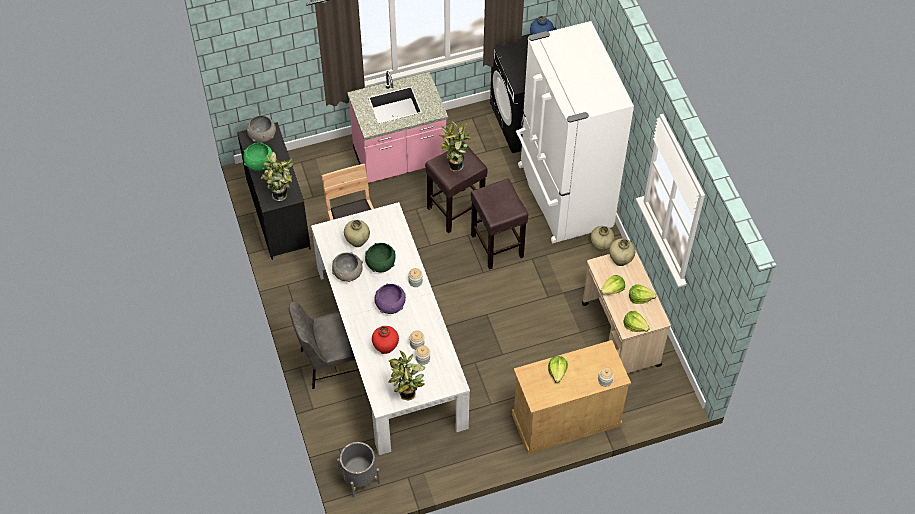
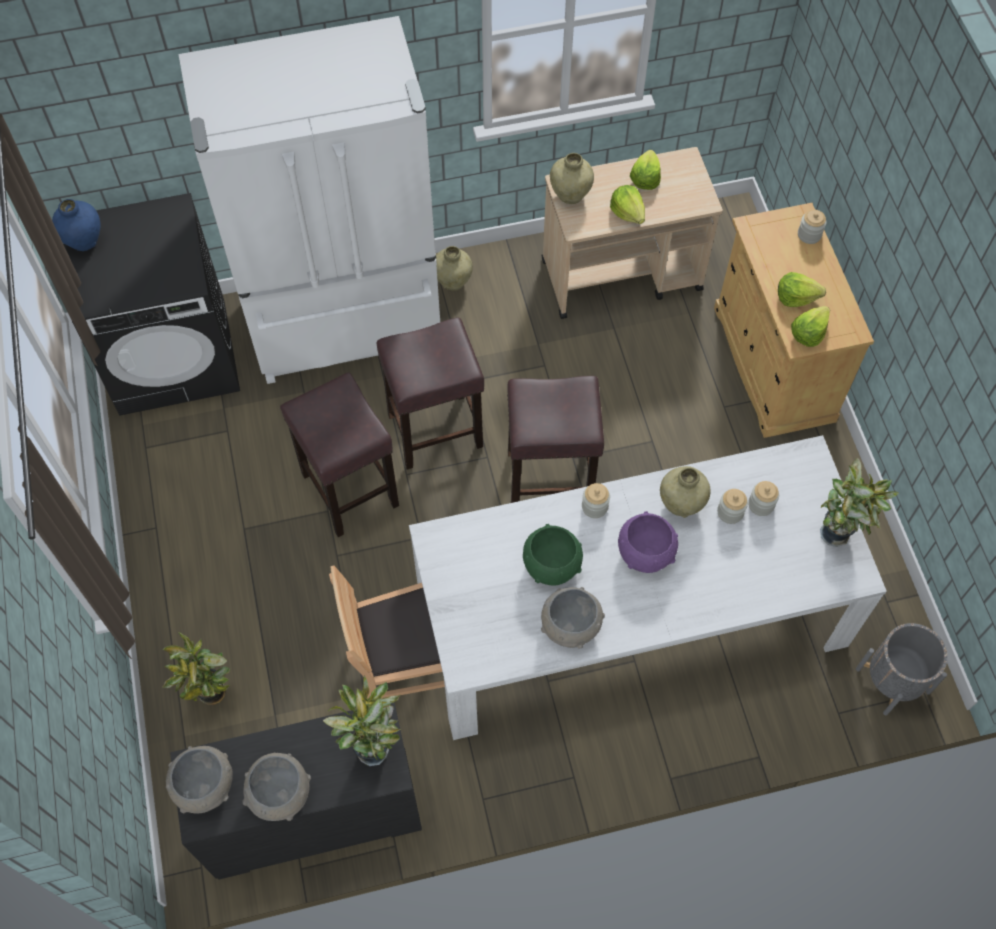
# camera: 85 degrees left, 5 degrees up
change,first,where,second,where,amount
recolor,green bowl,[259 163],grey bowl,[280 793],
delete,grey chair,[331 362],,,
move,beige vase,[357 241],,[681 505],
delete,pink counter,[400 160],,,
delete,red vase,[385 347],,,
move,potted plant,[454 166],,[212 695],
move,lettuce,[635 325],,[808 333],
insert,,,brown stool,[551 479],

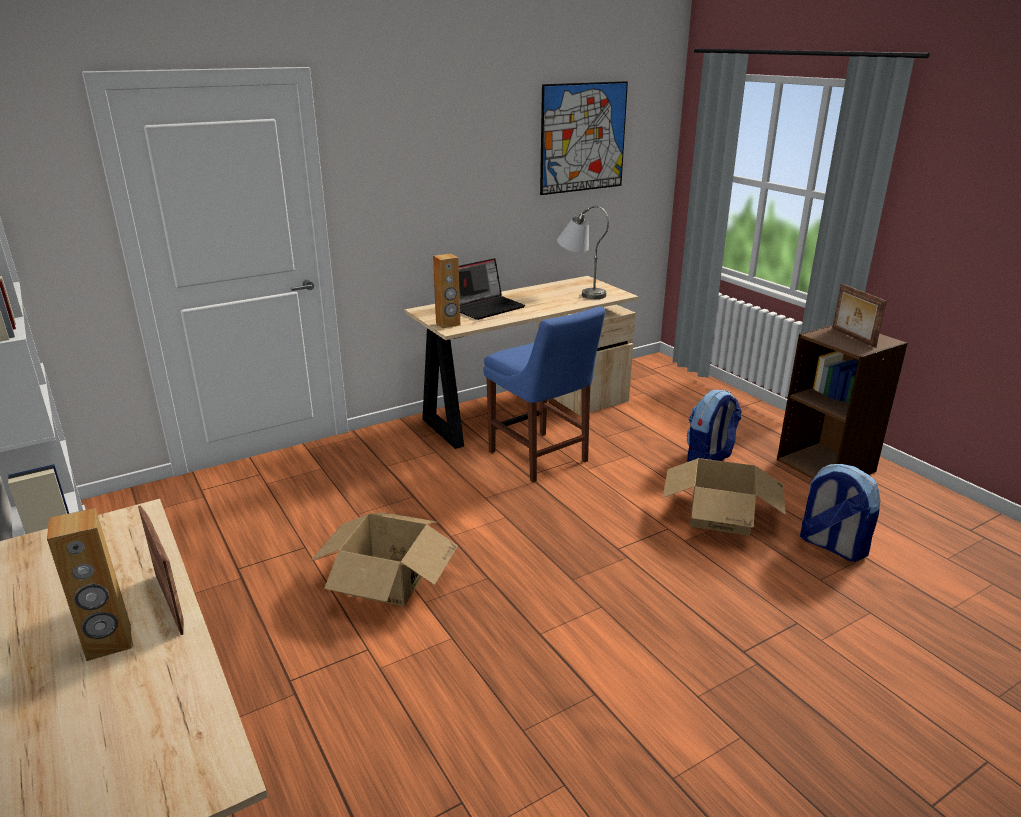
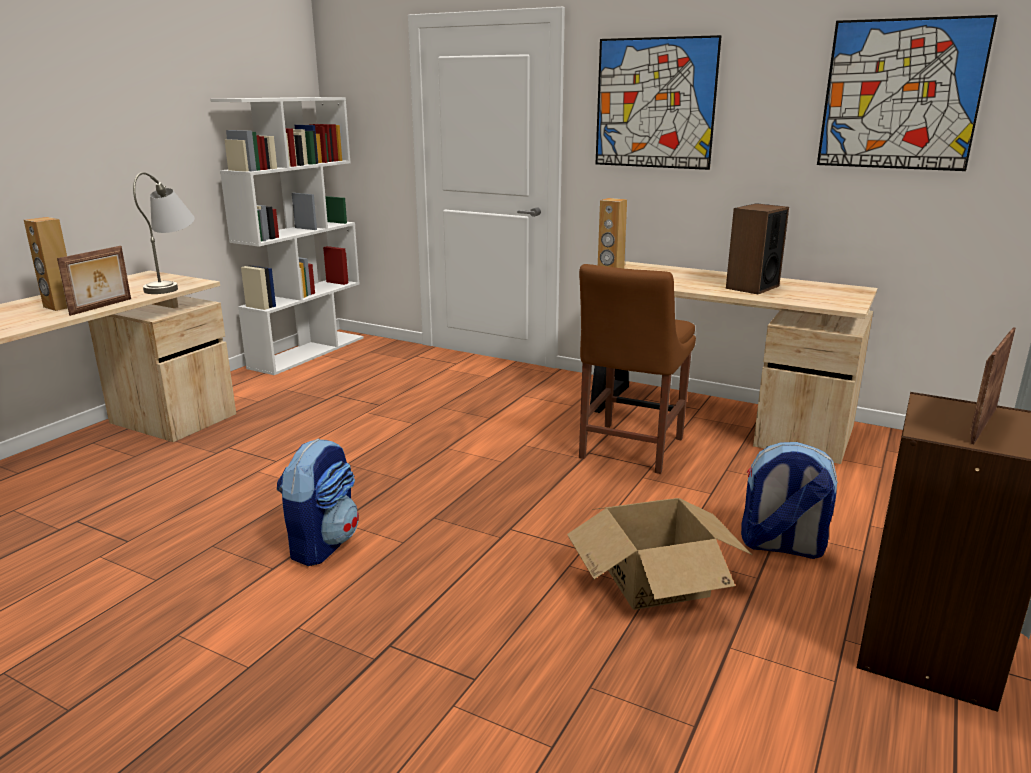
# camera: 60 degrees right, 5 degrees down
change,first,where,second,where,amount
delete,cardboard box,[387 579],,,
delete,laptop,[486 307],,,
recolor,blue chair,[540 458],brown chair,[629 450],
move,grey table lamp,[580 292],,[174 285],
move,backpack,[831 545],,[322 544],
insert,,,picture,[655 103],
insert,,,speaker,[752 287],

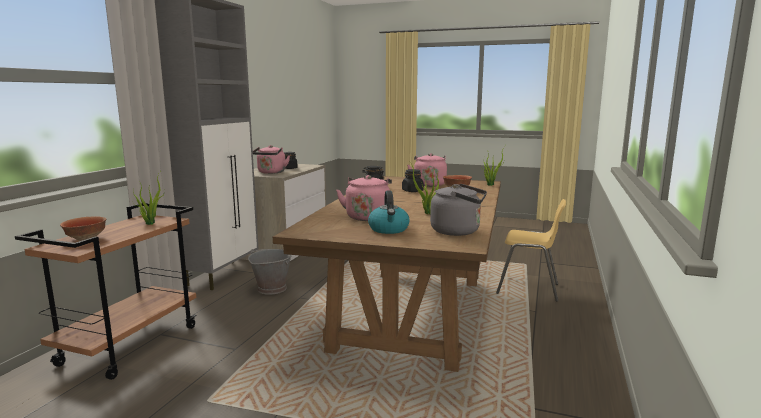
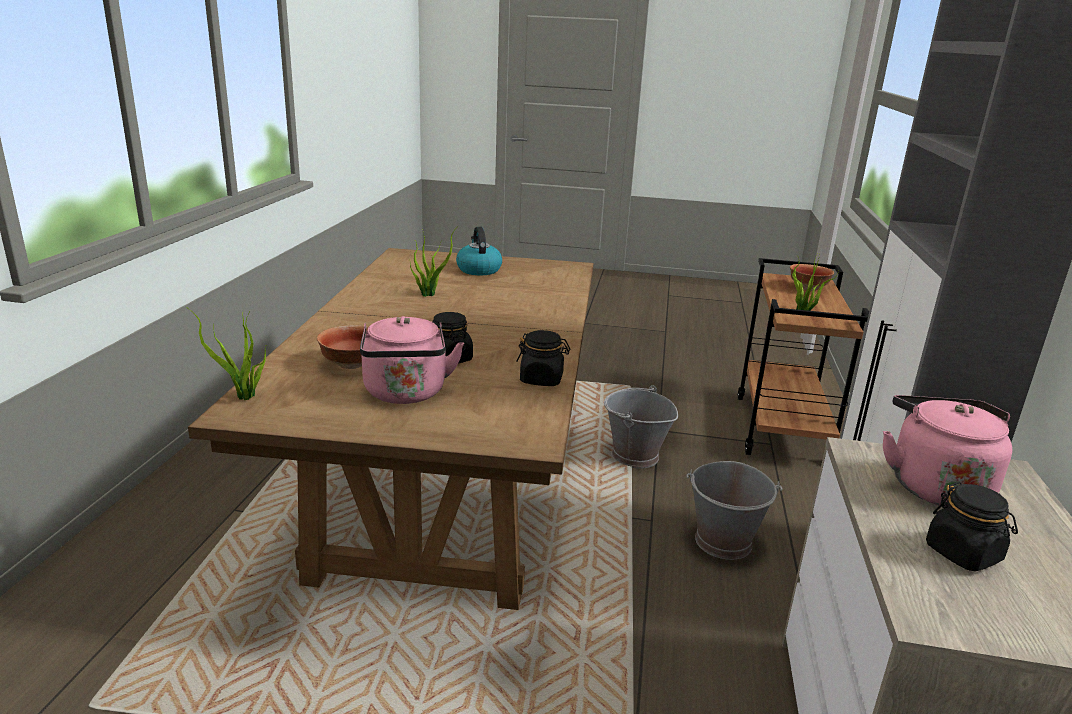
# camera: 170 degrees right, 10 degrees up
change,first,where,second,where,amount
delete,pink kettle,[367 217],,,
delete,grey kettle,[458 231],,,
delete,yellow chair,[528 289],,,
insert,,,grey bucket,[634 456],

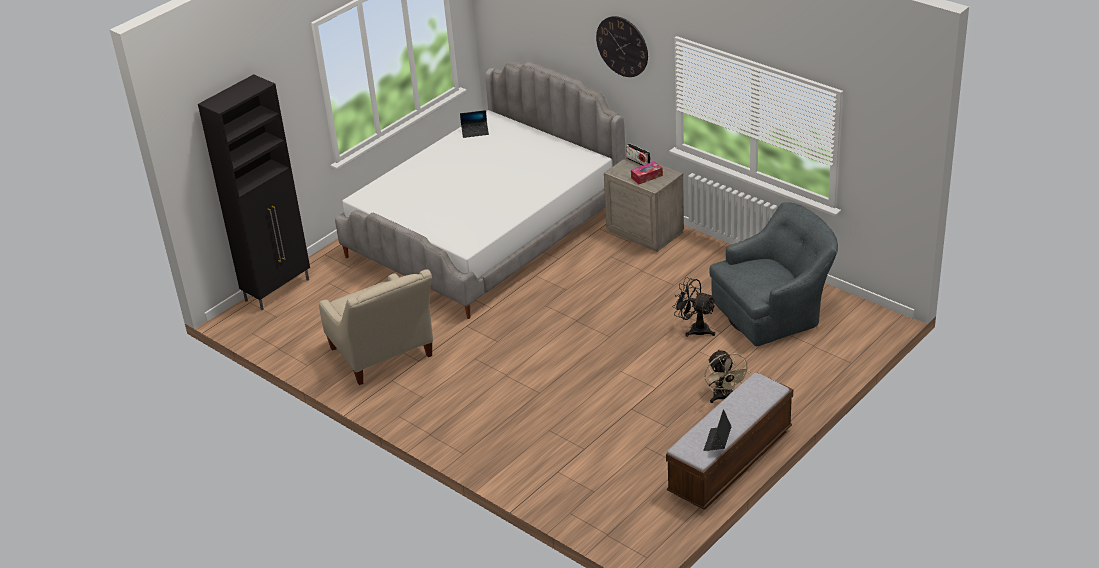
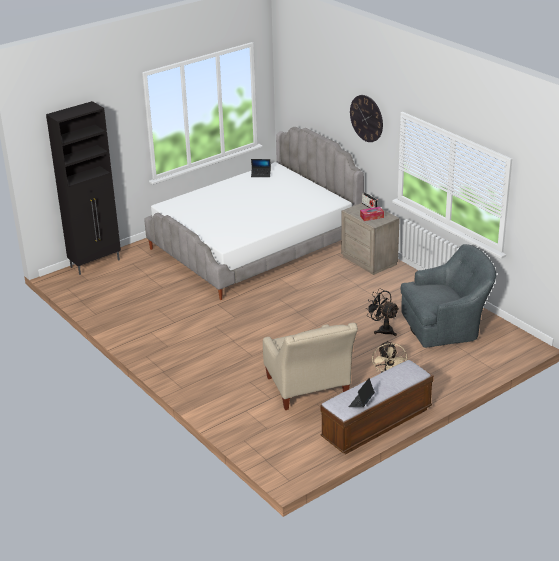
# camera: 10 degrees right, 5 degrees down
change,first,where,second,where,amount
move,beige armchair,[384 356],,[309 390],

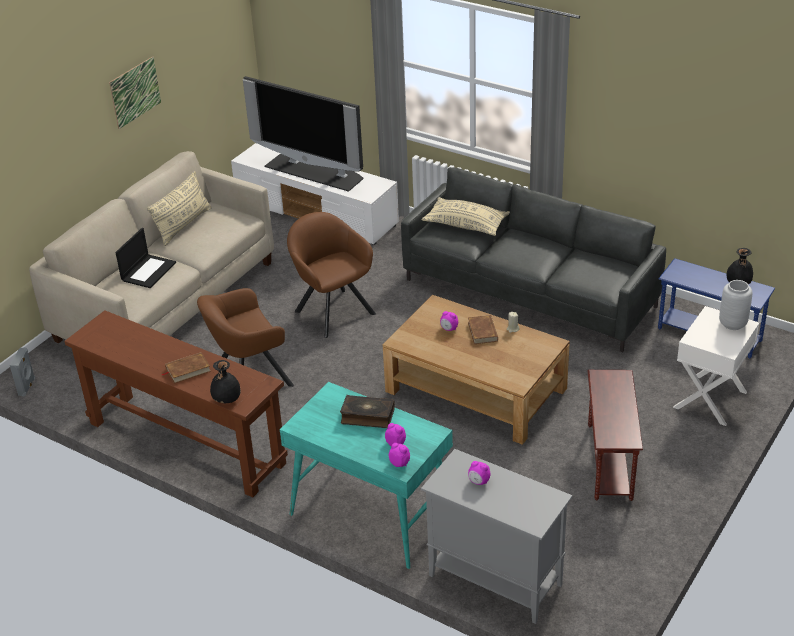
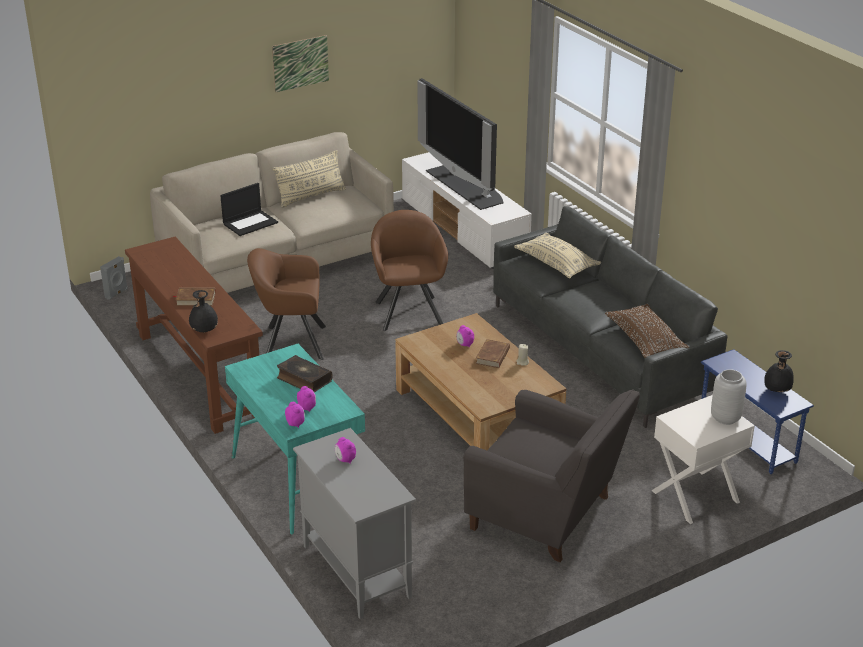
# camera: 25 degrees right, 5 degrees down
change,first,where,second,where,amount
replace,brown side table,[610 462],grey armchair,[548 515],
insert,,,brown pillow,[645 340],

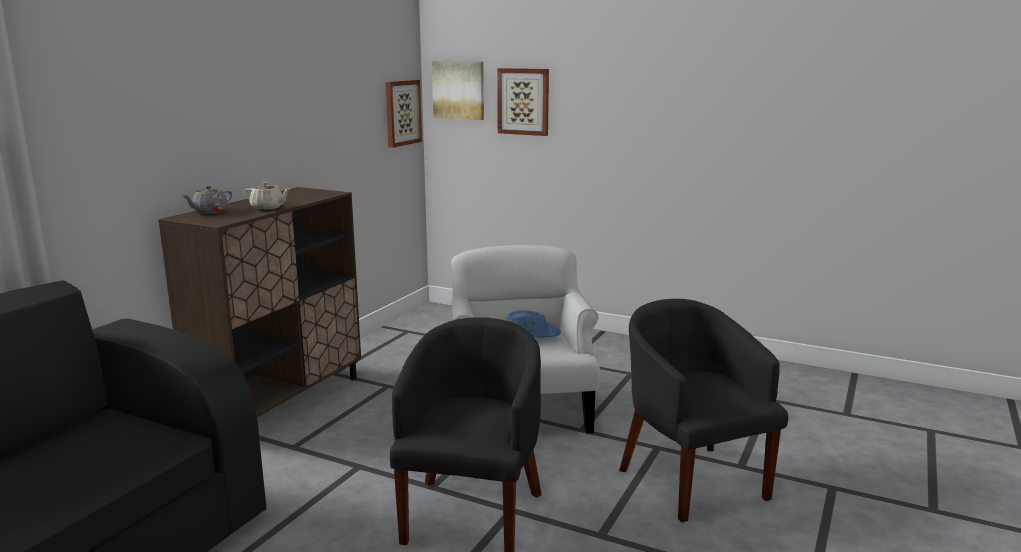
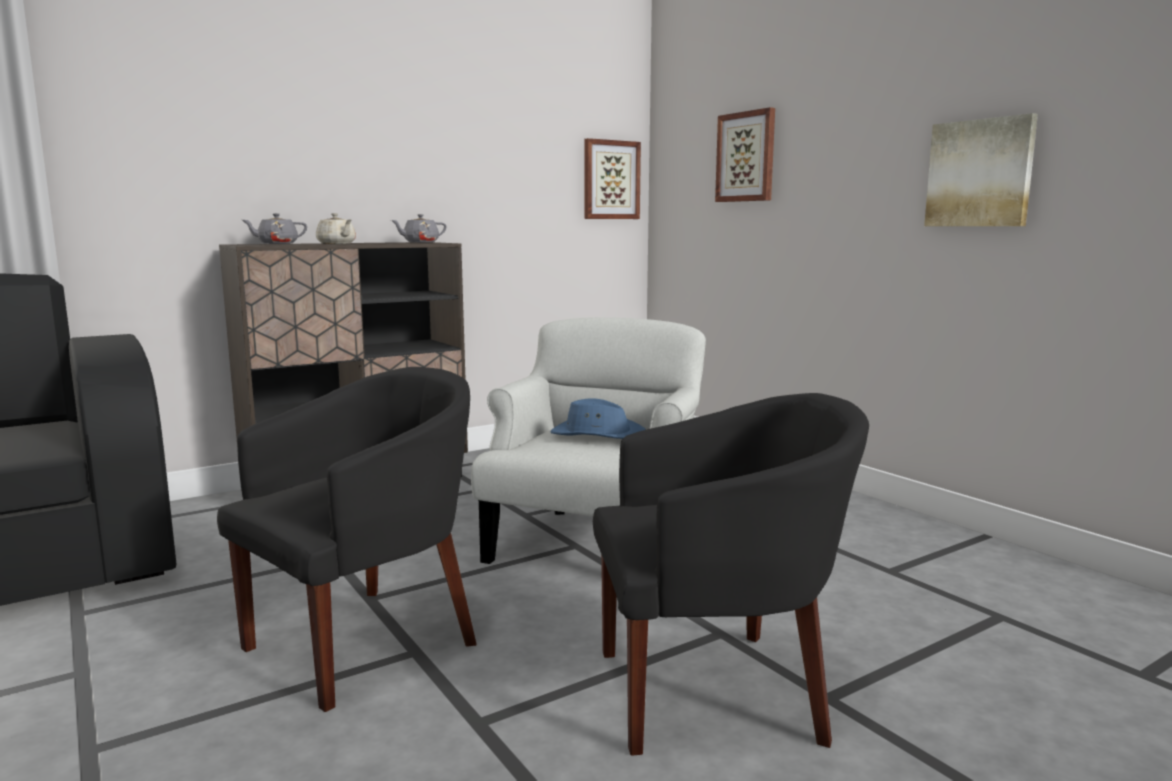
# camera: 30 degrees right, 5 degrees down
change,first,where,second,where,amount
move,picture,[459 90],,[980 173],
rotate,black armchair,[691 479],,[716 691],75 degrees clockwise
insert,,,grey teapot,[420 242],

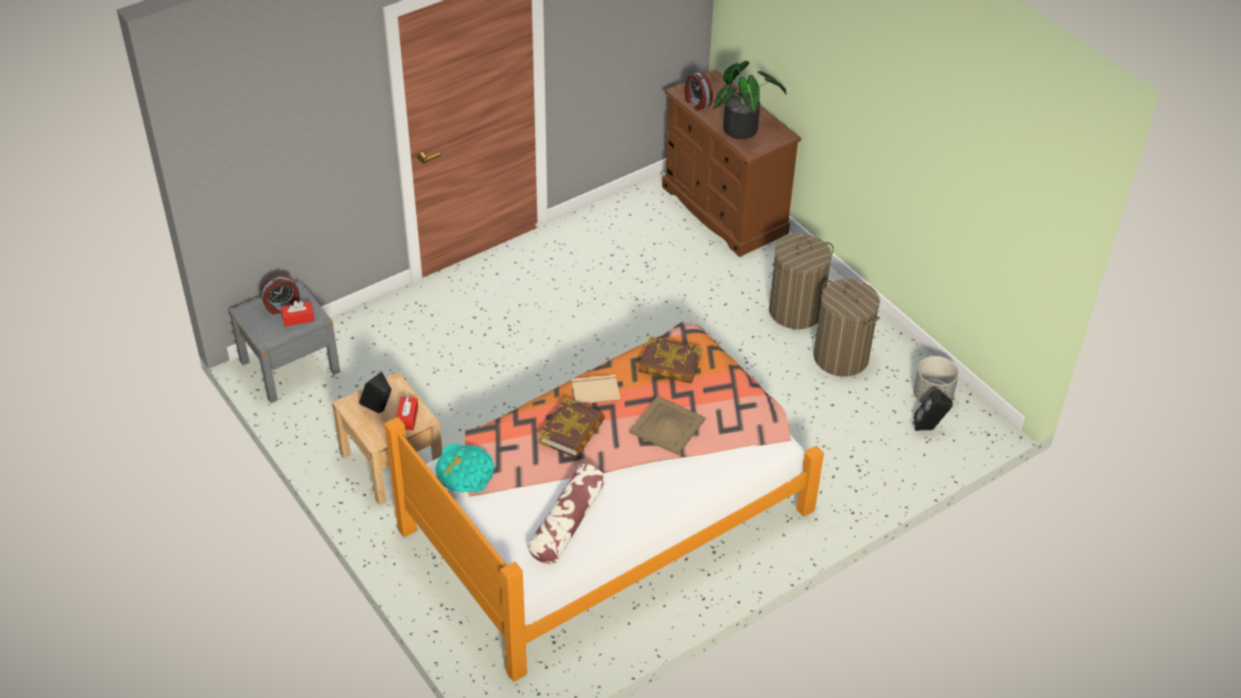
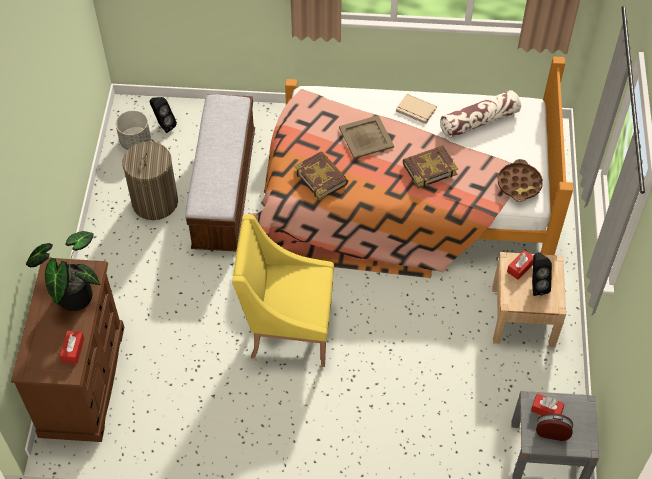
# camera: 140 degrees left, 10 degrees up
change,first,where,second,where,amount
recolor,turquoise tray,[465 473],brown tray,[519 184],
move,beige book,[595 390],,[415 110],
replace,alarm clock,[696 103],red tissue box,[73 350],
delete,laundry basket,[795 311],,,
insert,,,bench,[224 190],
insert,,,yellow armchair,[288 330],

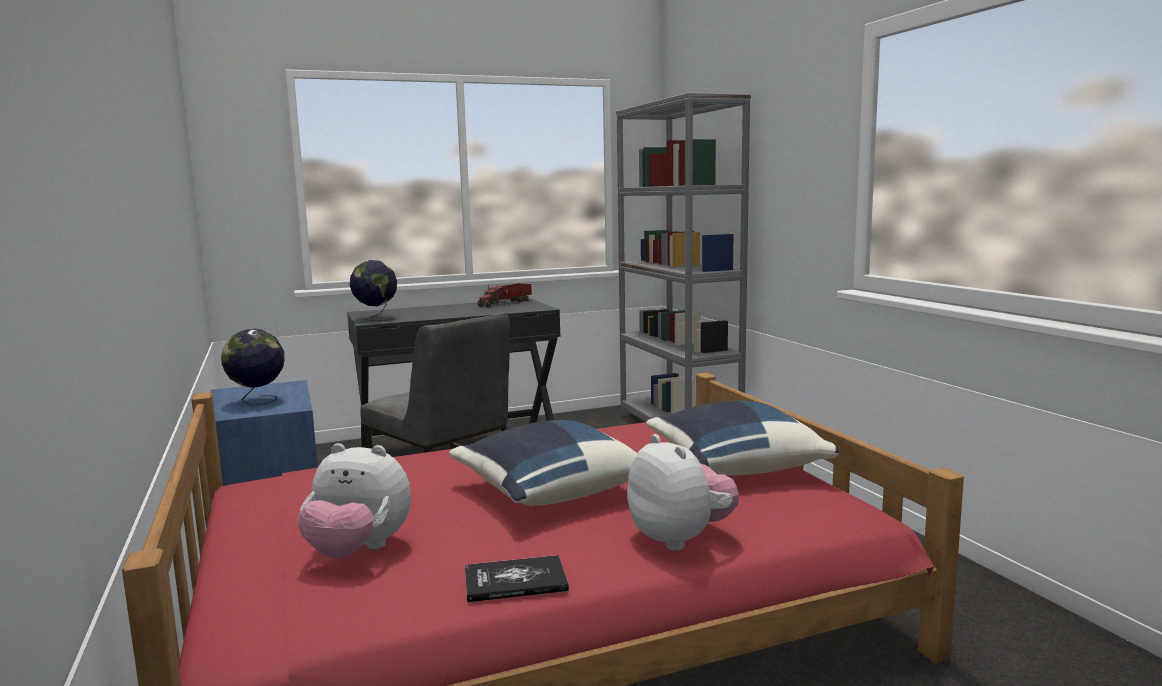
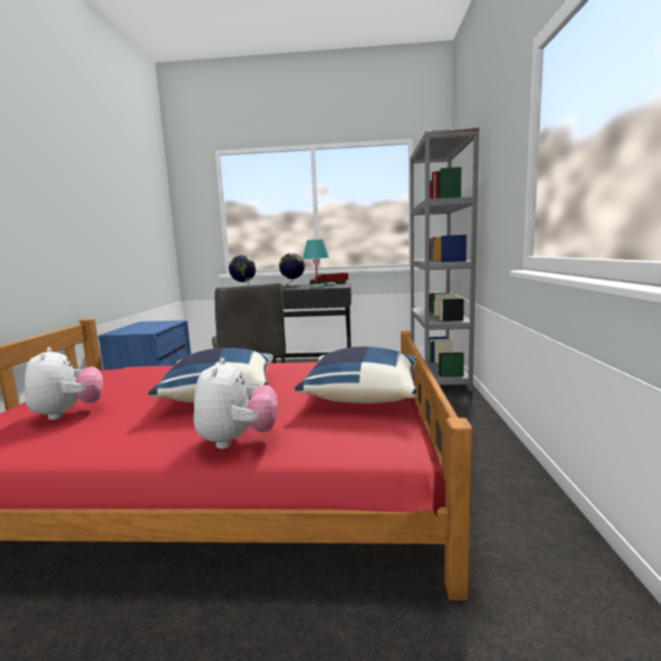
# camera: 25 degrees right, 0 degrees up
change,first,where,second,where,amount
move,globe,[257 402],,[293 286],
rotate,plush toy,[358 552],,[68 413],150 degrees counterclockwise
delete,book,[515 581],,,
insert,,,turquoise table lamp,[317 287],

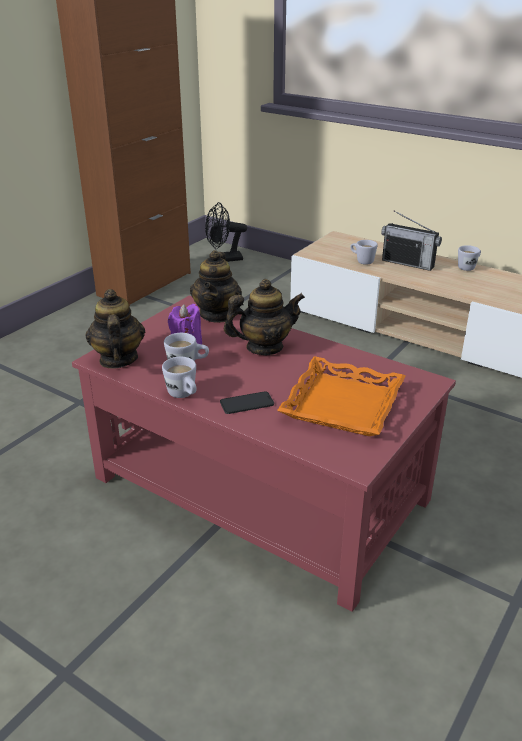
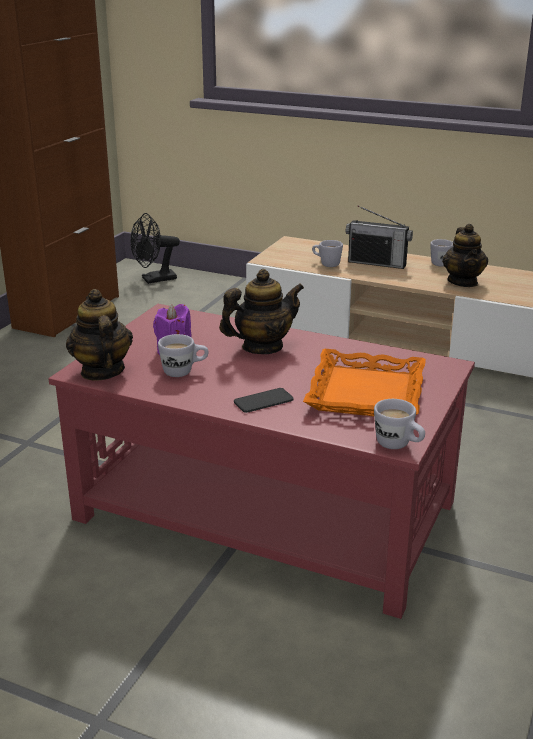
# camera: 10 degrees left, 5 degrees down
change,first,where,second,where,amount
move,white mug,[184 395],,[398 446],
move,teapot,[217 315],,[463 282],

